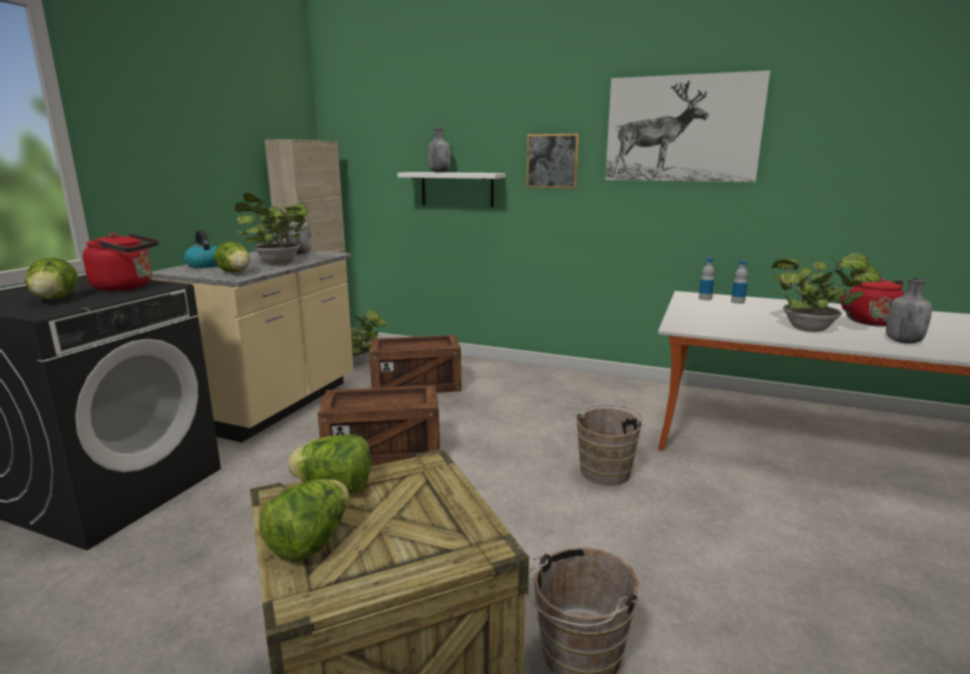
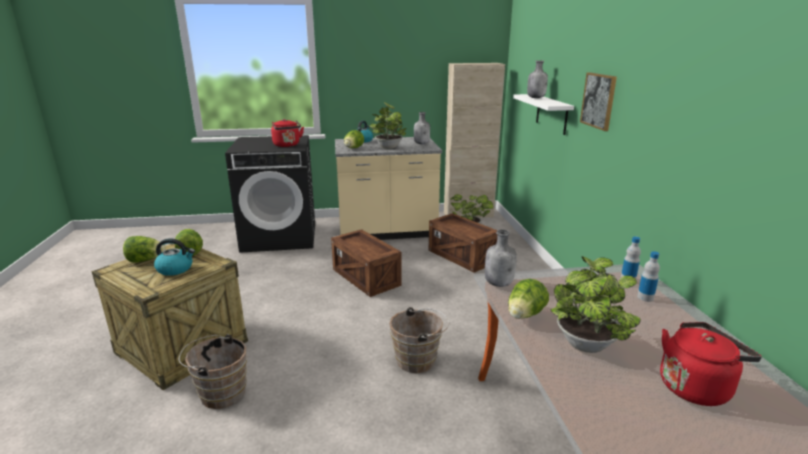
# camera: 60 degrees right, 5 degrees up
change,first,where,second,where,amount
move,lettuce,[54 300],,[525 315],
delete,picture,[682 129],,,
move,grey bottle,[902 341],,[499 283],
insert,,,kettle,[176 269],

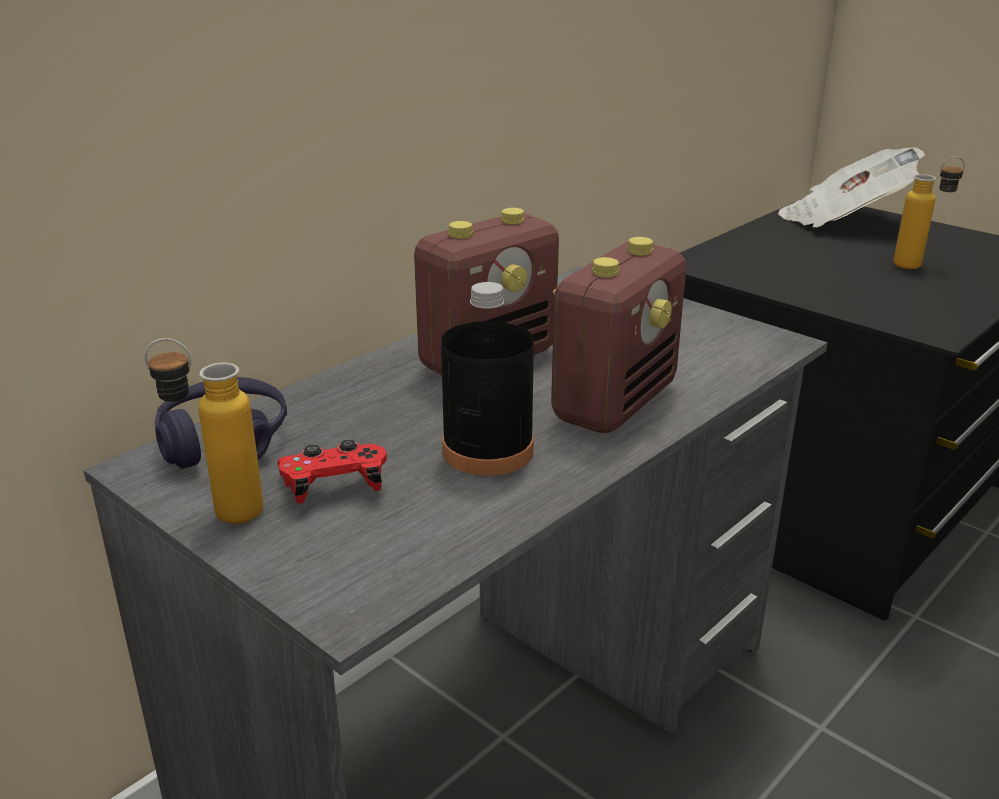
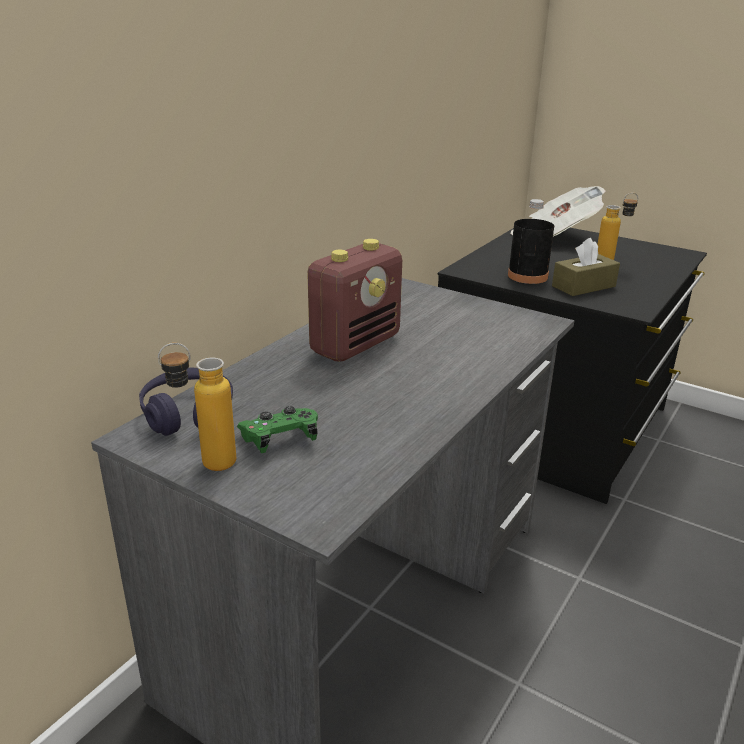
# camera: 10 degrees left, 0 degrees up
change,first,where,second,where,amount
recolor,red game controller,[334 486],green game controller,[280 439],
move,black bottle,[488 451],,[527 276],
delete,radio,[614 402],,,
insert,,,brown tissue box,[583 286],

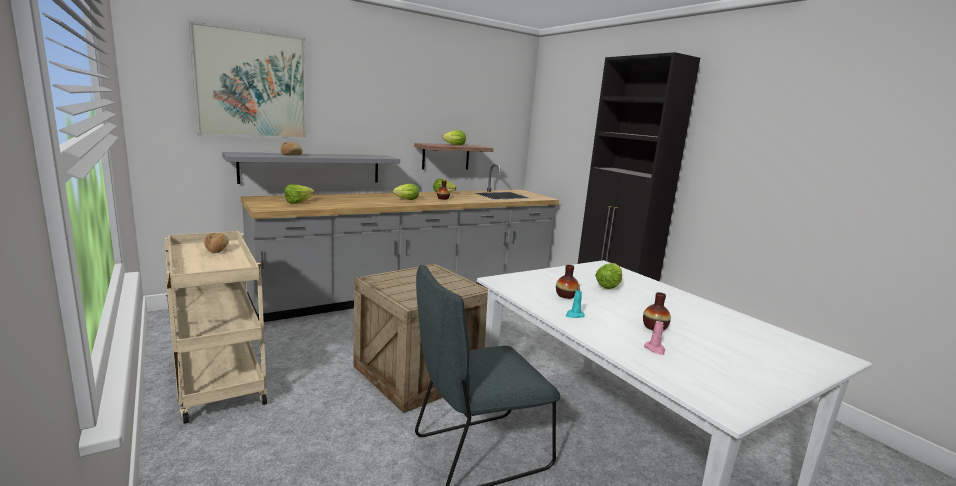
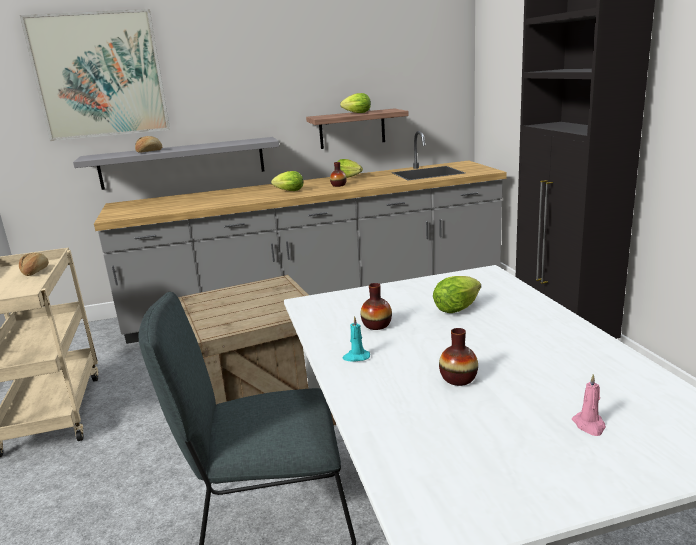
# camera: 20 degrees right, 5 degrees up
change,first,where,second,where,amount
delete,lettuce,[301 202],,,
move,pink candle,[655 349],,[589 425],

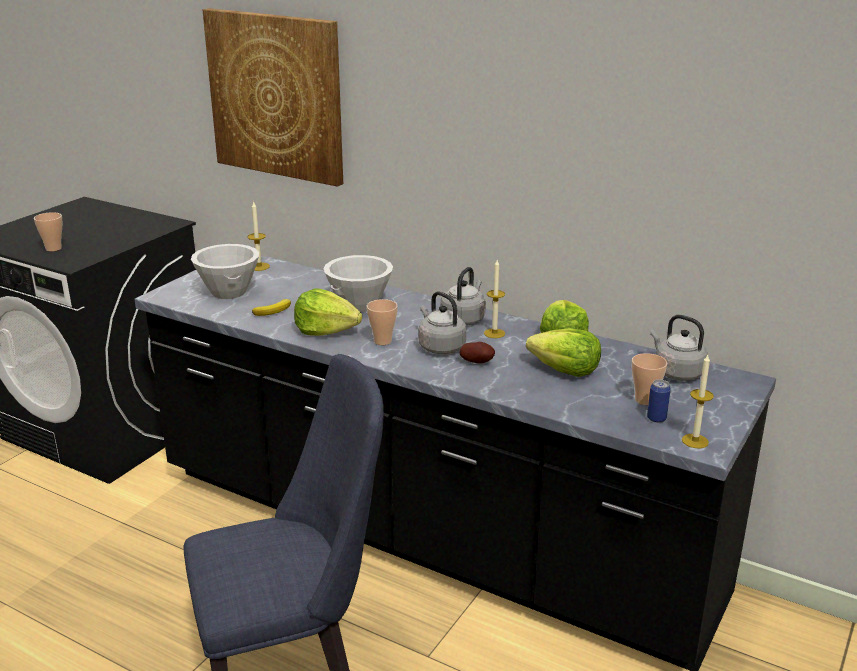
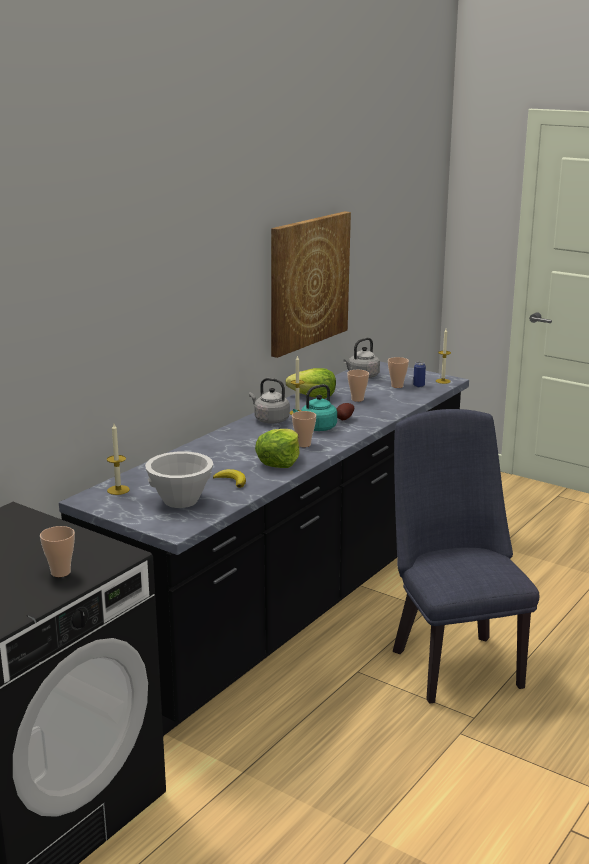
# camera: 85 degrees left, 5 degrees down
change,first,where,second,where,amount
move,picture,[276 96],,[308 282],
delete,white bowl,[360 305],,,
recolor,grey kettle,[440 347],turquoise kettle,[316 428],
replace,lettuce,[565 370],cup,[357 399],

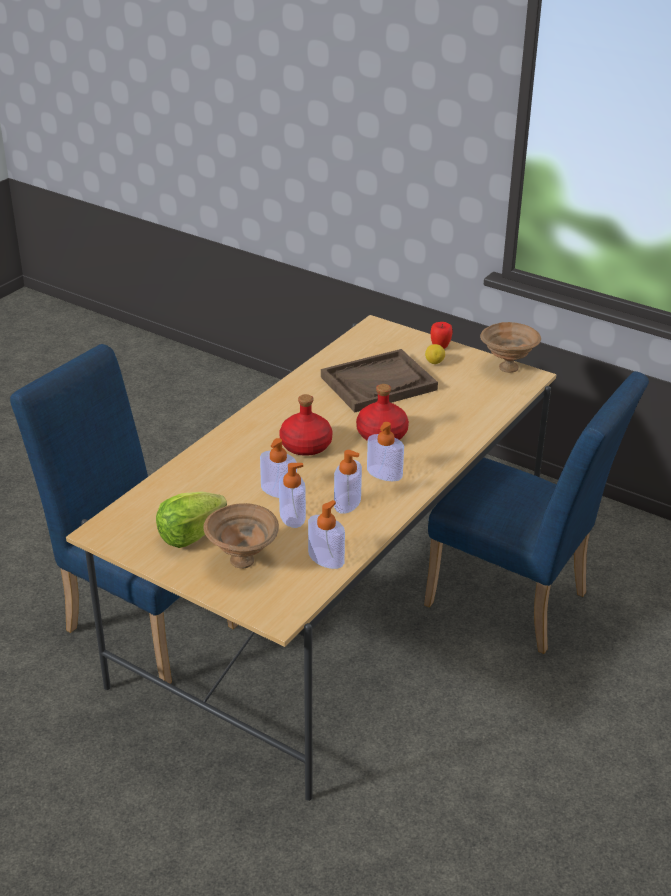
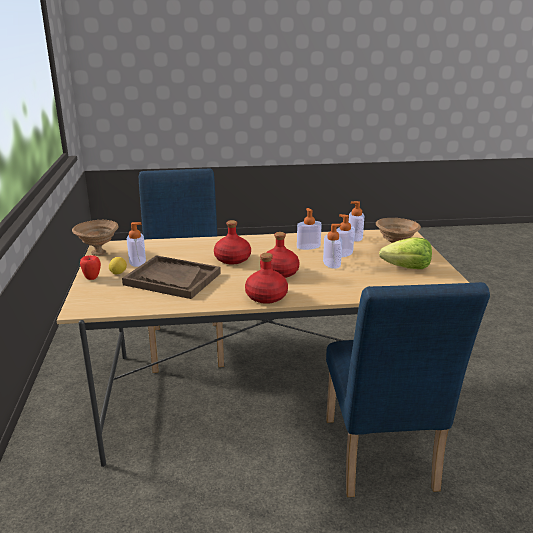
# camera: 130 degrees left, 10 degrees down
change,first,where,second,where,amount
move,soap dispenser,[384 473],,[137 261],
insert,,,red bottle,[266 296],

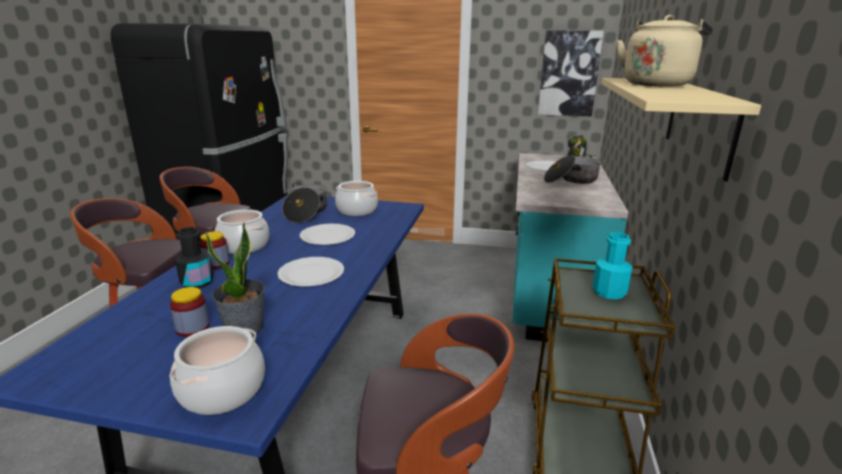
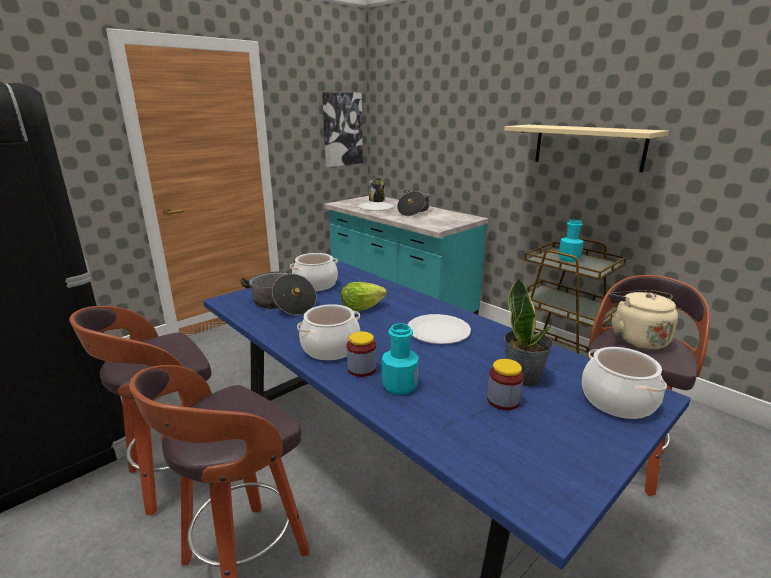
# camera: 55 degrees left, 0 degrees up
change,first,where,second,where,amount
recolor,black bottle,[197 282],turquoise bottle,[399 386],
replace,white plate,[327 236],lettuce,[361 308],
move,beige kettle,[657 84],,[636 338],

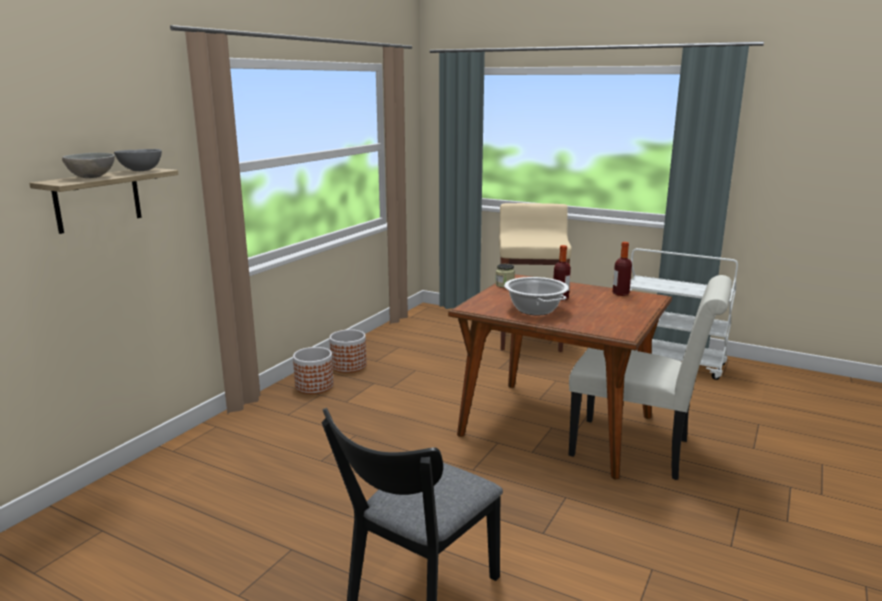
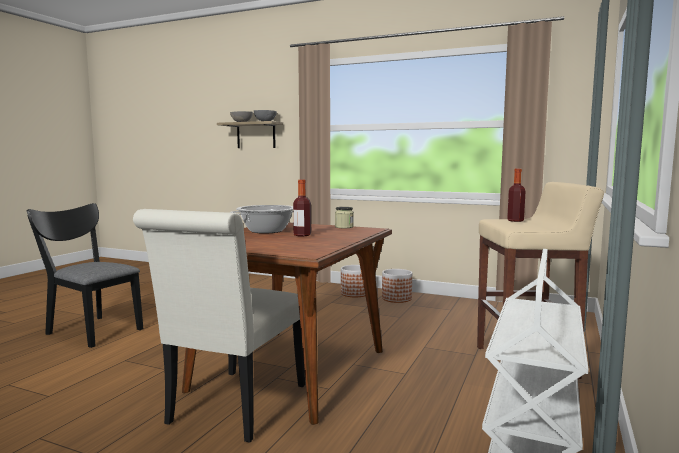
# camera: 85 degrees right, 10 degrees down
change,first,where,second,where,amount
move,bottle,[620 293],,[515 220],

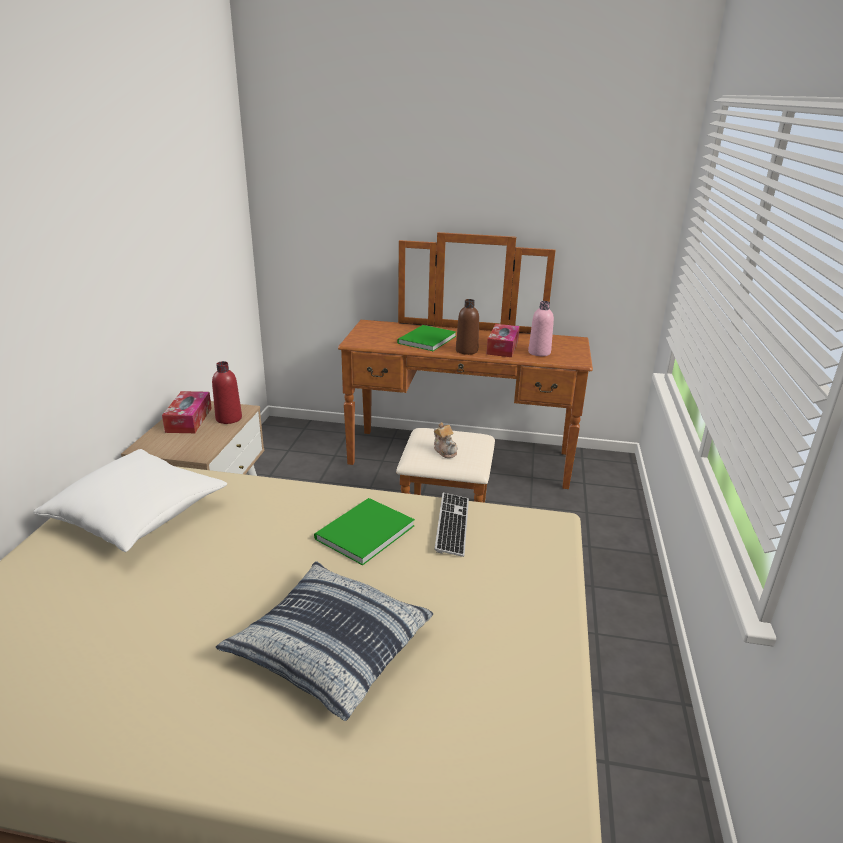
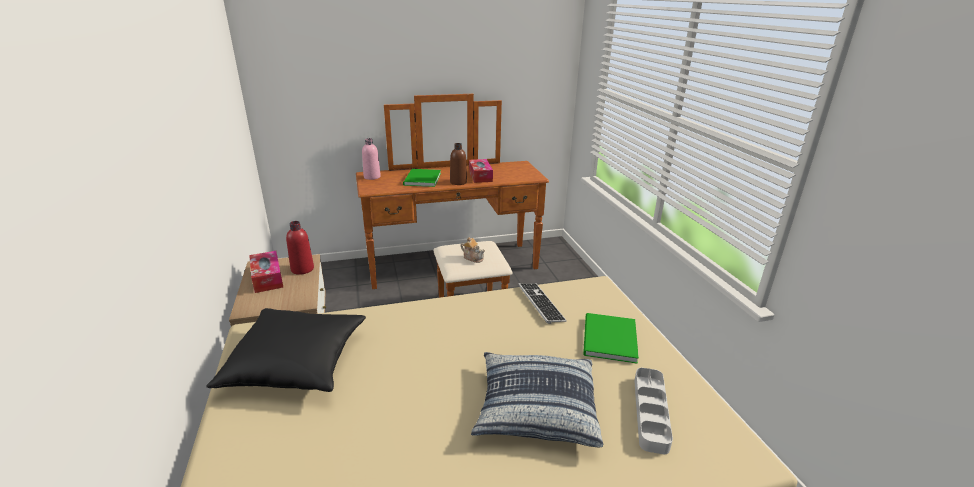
# camera: 25 degrees left, 0 degrees up
change,first,where,second,where,amount
recolor,white pillow,[137 515],black pillow,[297 363],
move,green book,[361 533],,[608 340],
move,pink bottle,[539 352],,[372 177],
insert,,,grey tray,[650 412],

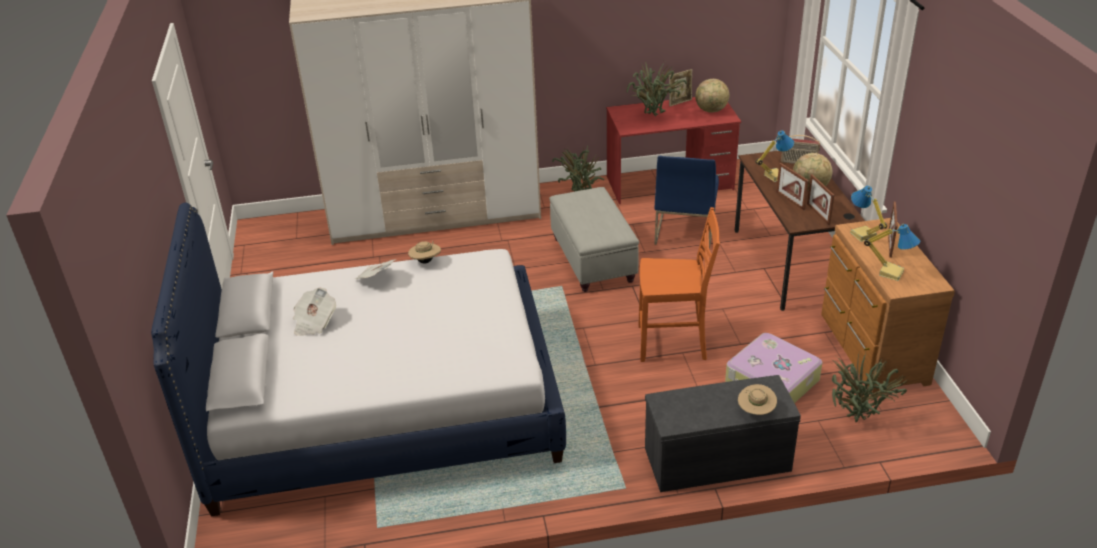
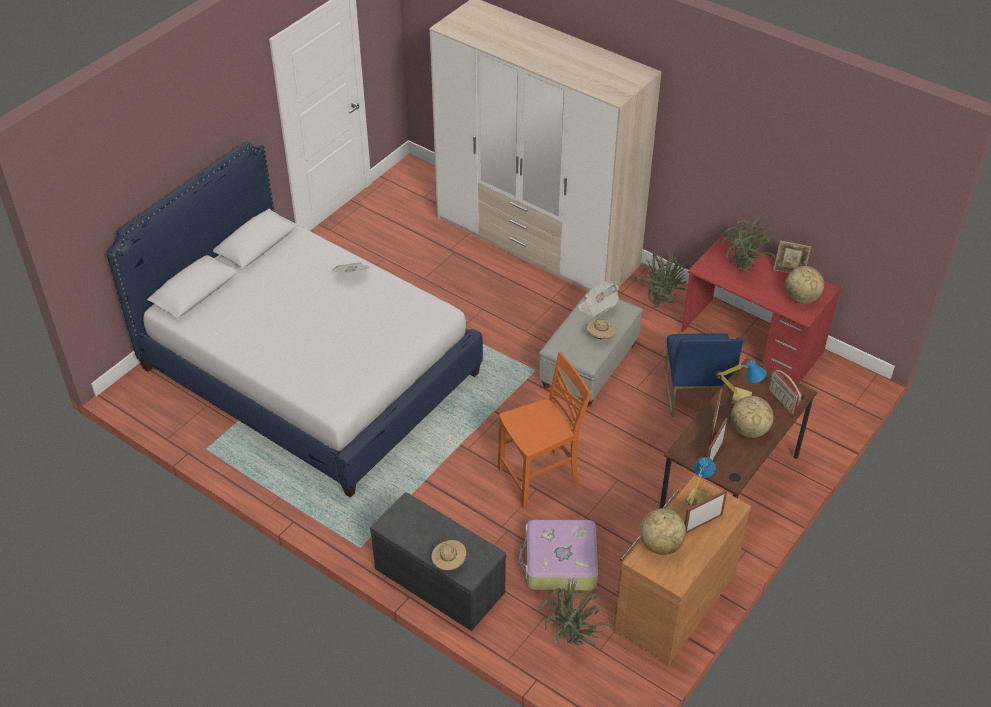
# camera: 45 degrees right, 10 degrees up
change,first,where,second,where,amount
move,newspaper,[314 323],,[598 307],
move,beige hat,[425 261],,[600 337],
rotate,orange chair,[673 344],,[540 477],75 degrees counterclockwise
rotate,blue chair,[684 230],,[695 393],60 degrees counterclockwise
replace,table lamp,[891 272],globe,[661 544],

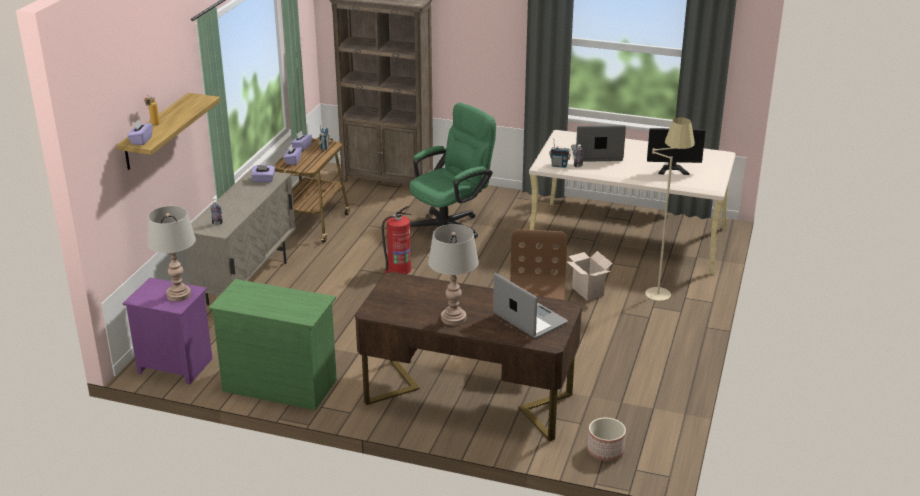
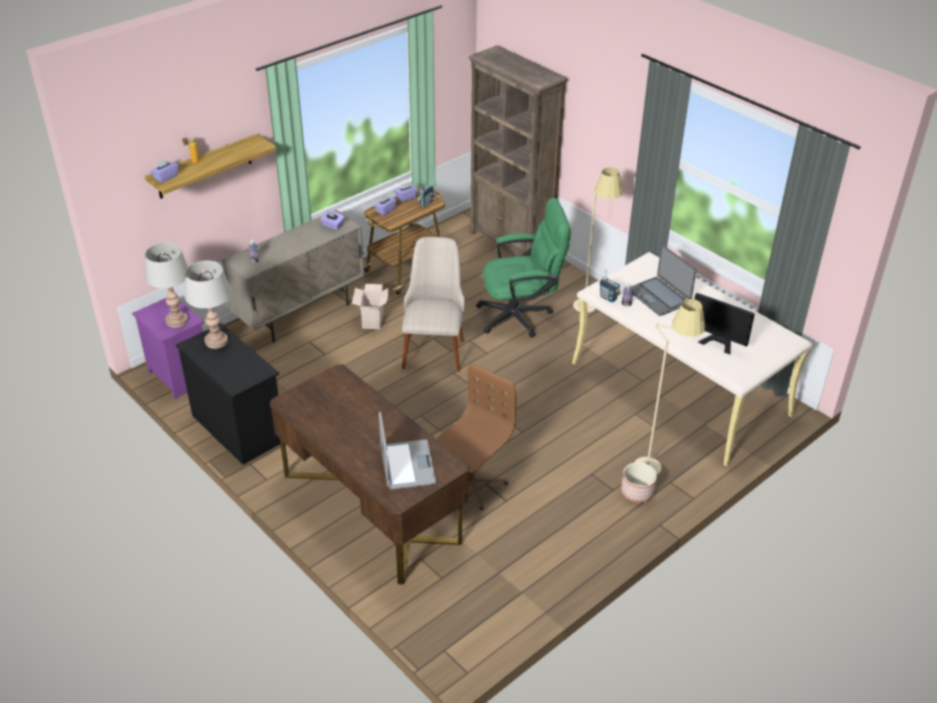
# camera: 30 degrees right, 10 degrees up
change,first,where,second,where,amount
recolor,green dresser,[279 385],black dresser,[237 428],
replace,fire extinguisher,[398 269],beige chair,[434 346],
move,grey table lamp,[453 318],,[216 341],
move,cardboard box,[586 291],,[372 320],
rotate,laptop,[596 154],,[659 297],150 degrees counterclockwise
move,planter,[605 451],,[636 492],
insert,,,beige floor lamp,[591 311],

